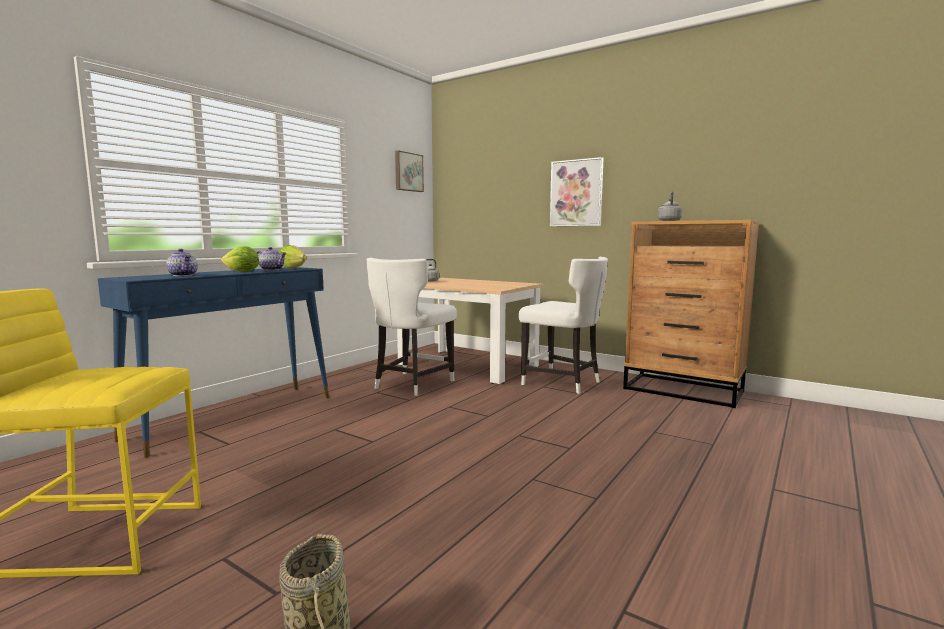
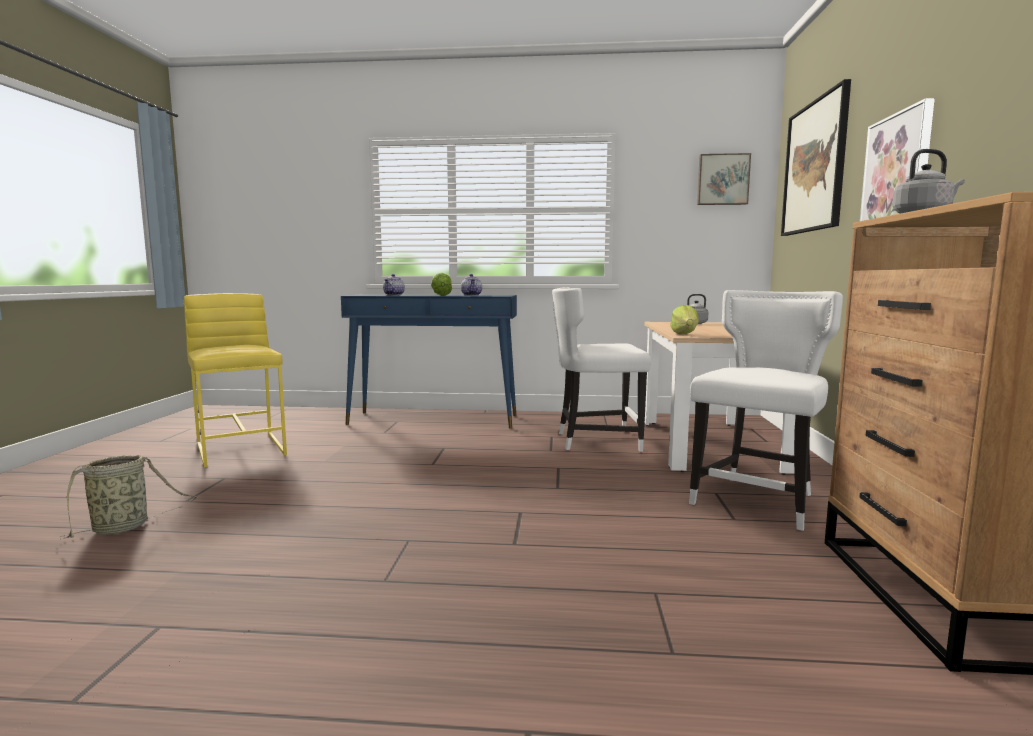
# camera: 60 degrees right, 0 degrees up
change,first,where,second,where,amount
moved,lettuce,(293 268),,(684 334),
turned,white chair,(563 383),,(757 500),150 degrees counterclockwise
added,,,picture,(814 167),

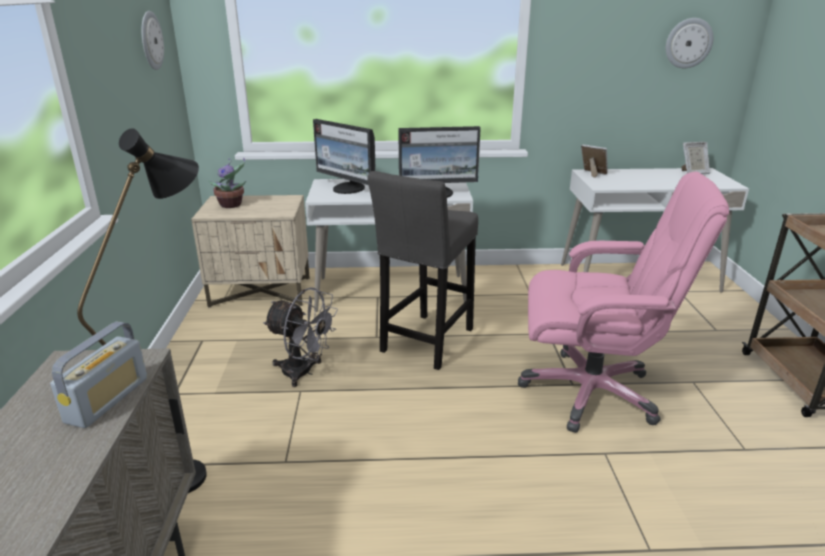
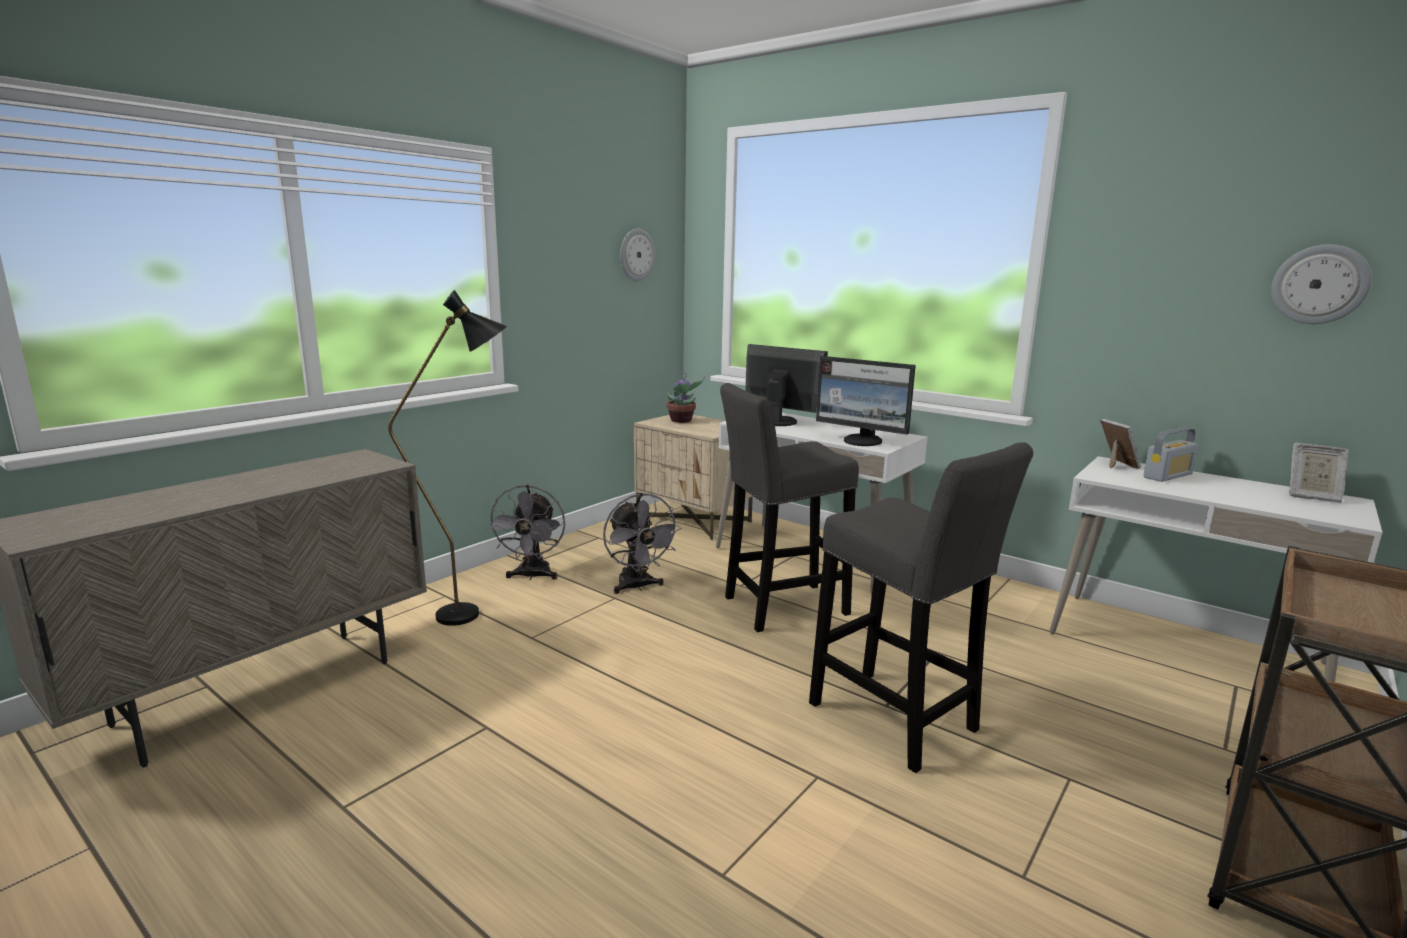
# camera: 40 degrees right, 10 degrees down
change,first,where,second,where,amount
turned,monitor,(348 189),,(779 422),135 degrees clockwise
replaced,pink office chair,(591 392),grey stool,(898 722),
moved,radio,(107 399),,(1167 476),
added,,,grey fan,(532 576),

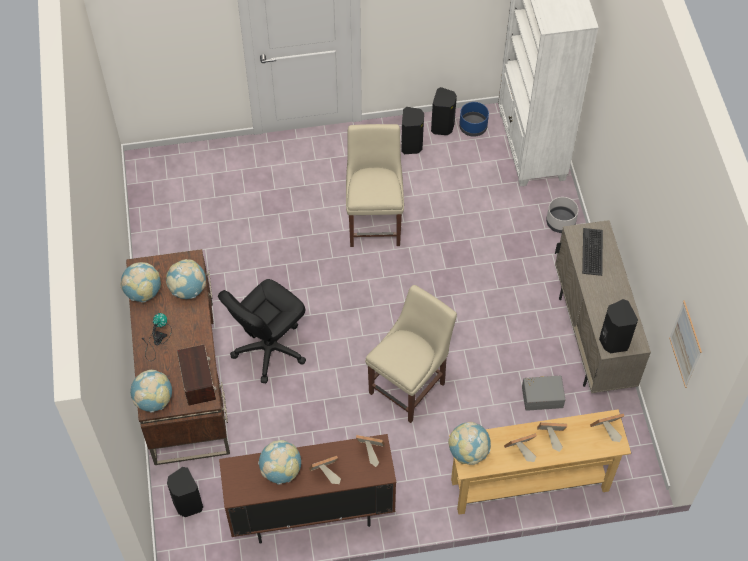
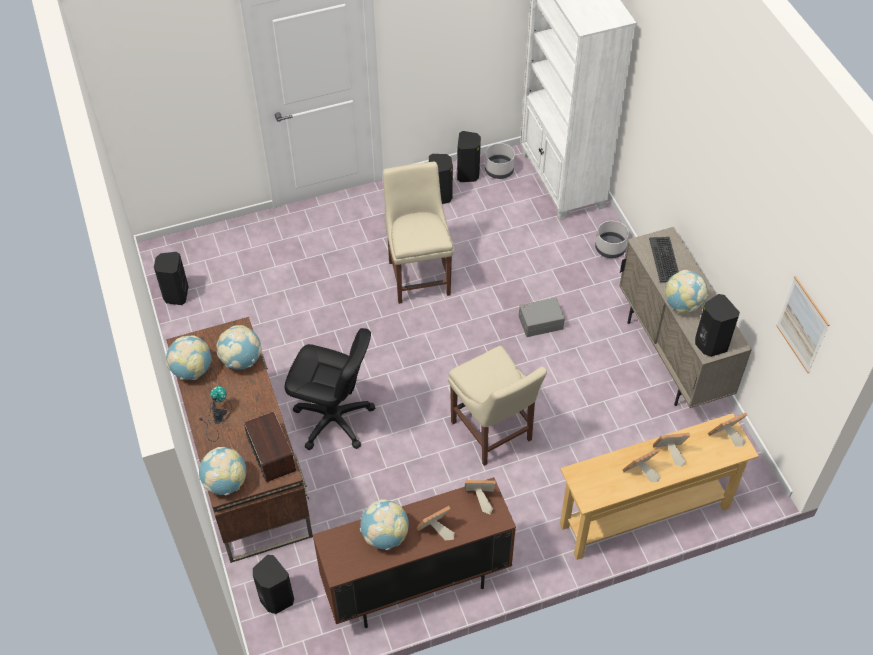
# camera: 10 degrees left, 5 degrees down
change,first,where,second,where,amount
recoloured,blue planter,(473 127),grey planter,(499 170),
turned,black office chair,(269 349),,(333 420),105 degrees counterclockwise
turned,beige chair,(410 386),,(493 434),120 degrees clockwise
moved,grey storage box,(542 396),,(540 321),
moved,globe,(468 452),,(682 305),
added,,,black speaker,(175 295),

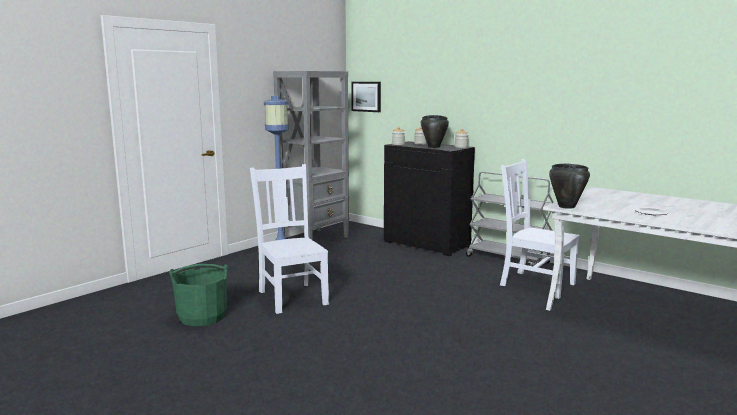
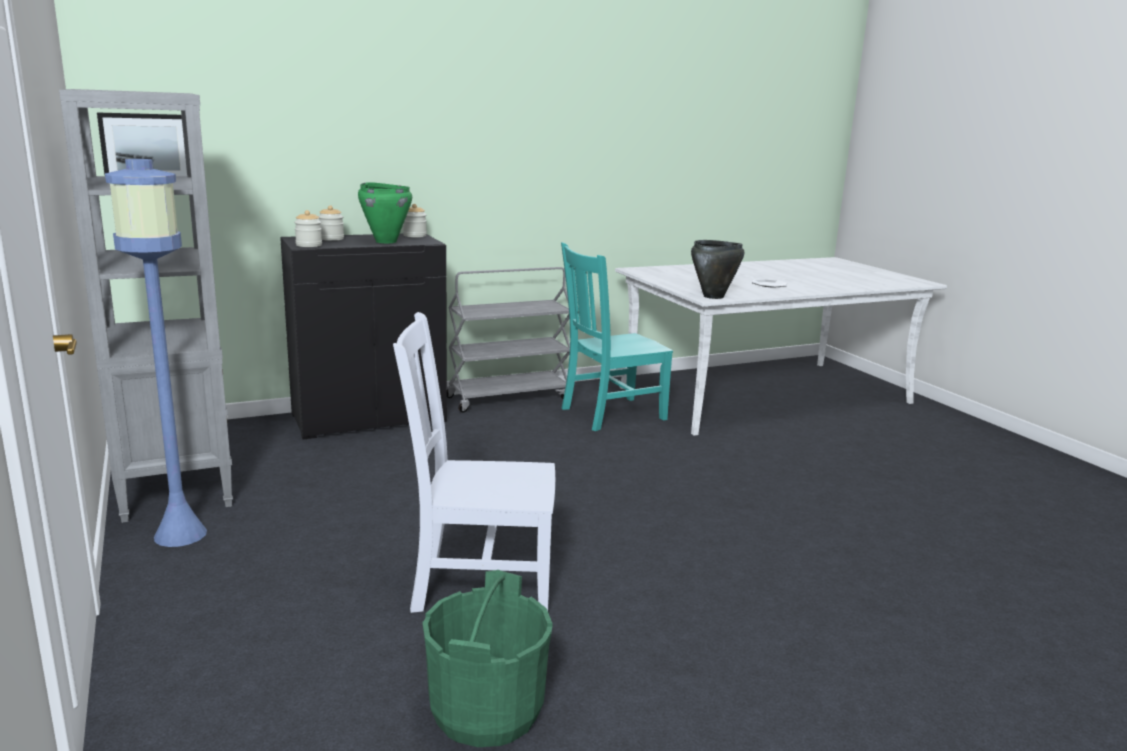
# camera: 65 degrees left, 5 degrees up
change,first,where,second,where,amount
recoloured,black cooking pot,(434 147),green cooking pot,(386 241),
recoloured,white chair,(534 284),turquoise chair,(610 414),

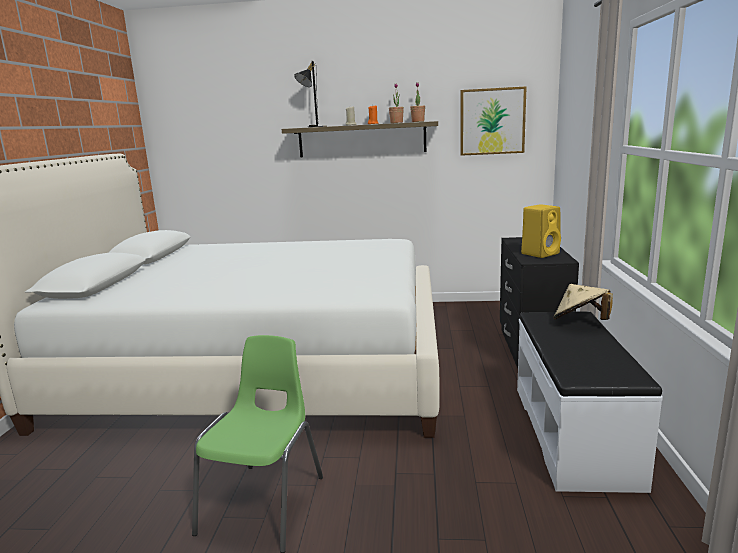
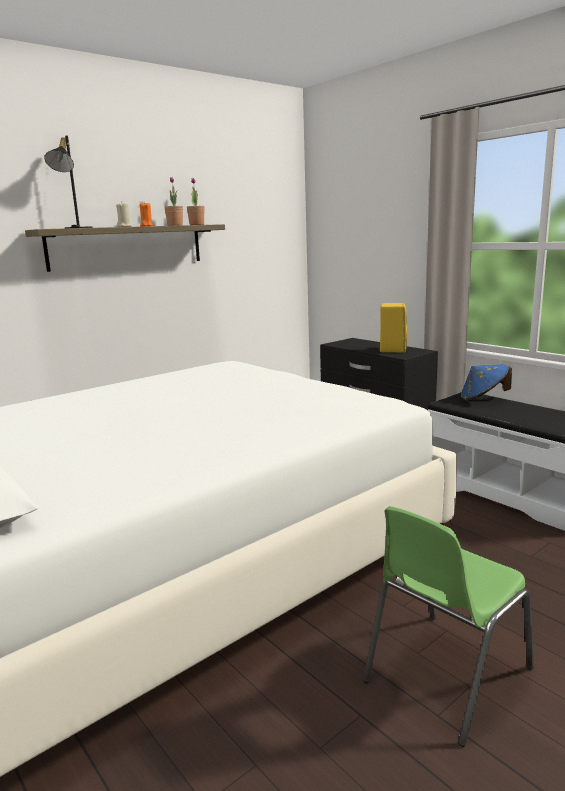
# camera: 45 degrees left, 0 degrees up
change,first,where,second,where,amount
removed,picture,(492 121),,,
recoloured,beige hat,(580 322),blue hat,(483 398),
turned,green chair,(265 503),,(444 674),105 degrees counterclockwise

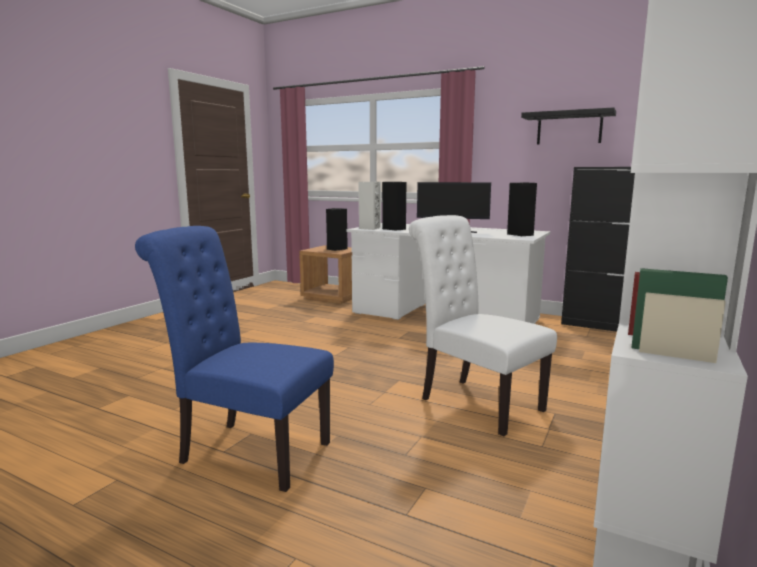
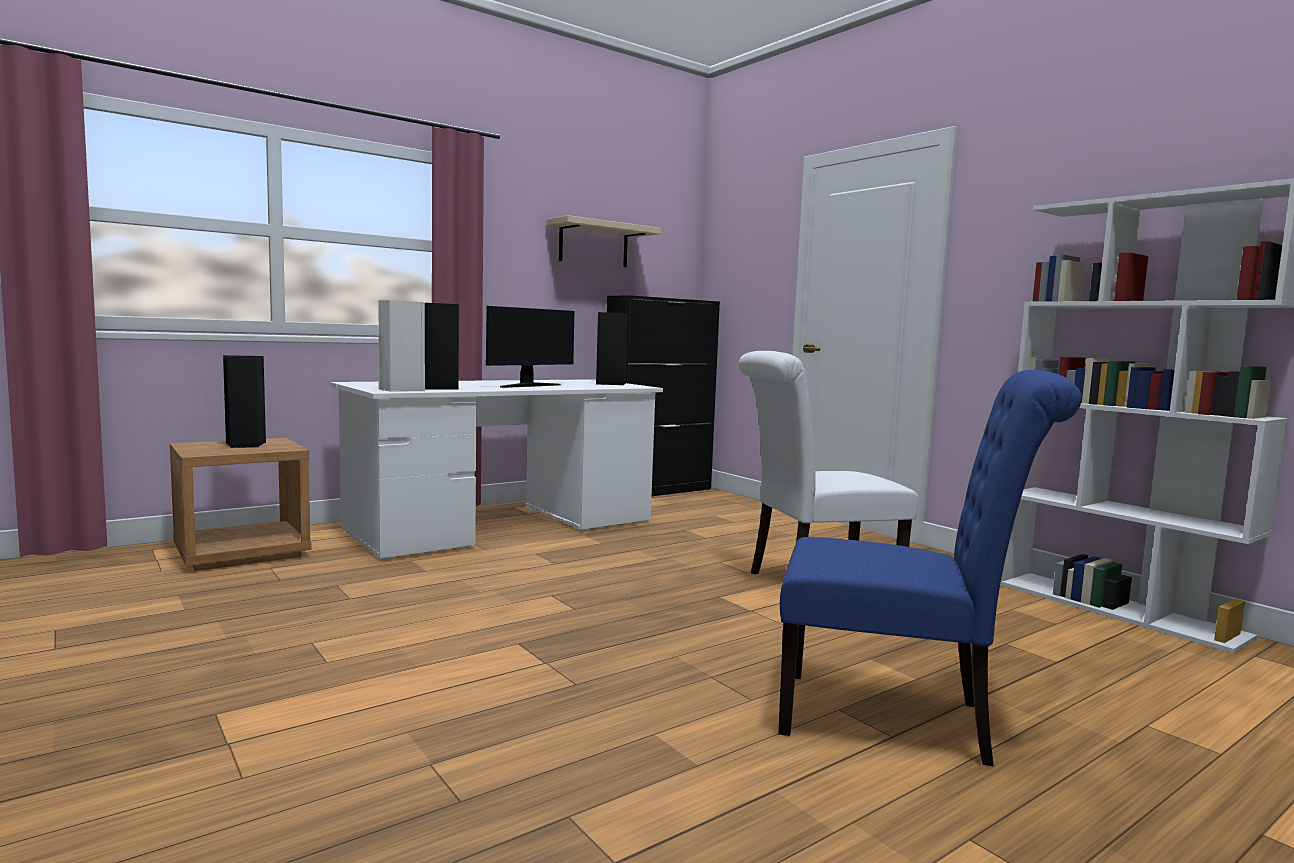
# camera: 65 degrees left, 5 degrees down
change,first,where,second,where,amount
recoloured,black shelf,(569 128),beige shelf,(593 244),
turned,blue chair,(247 451),,(897 719),120 degrees counterclockwise

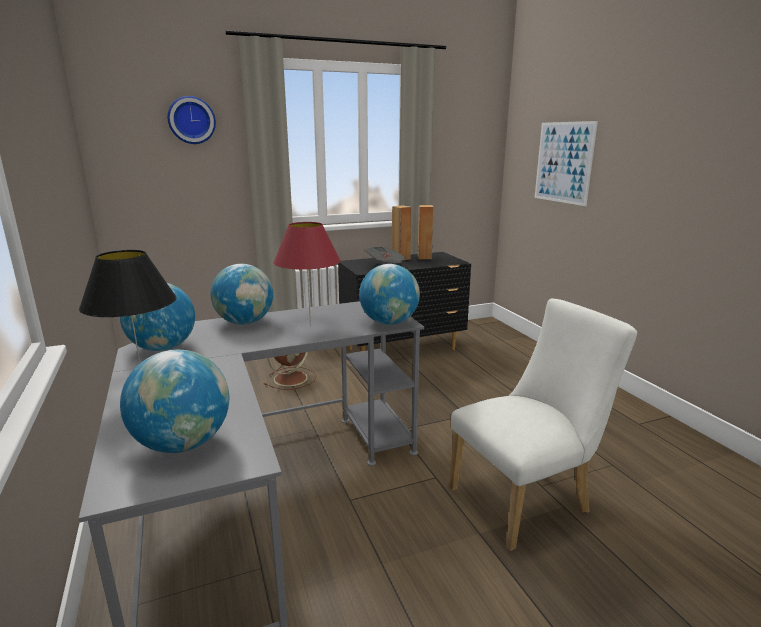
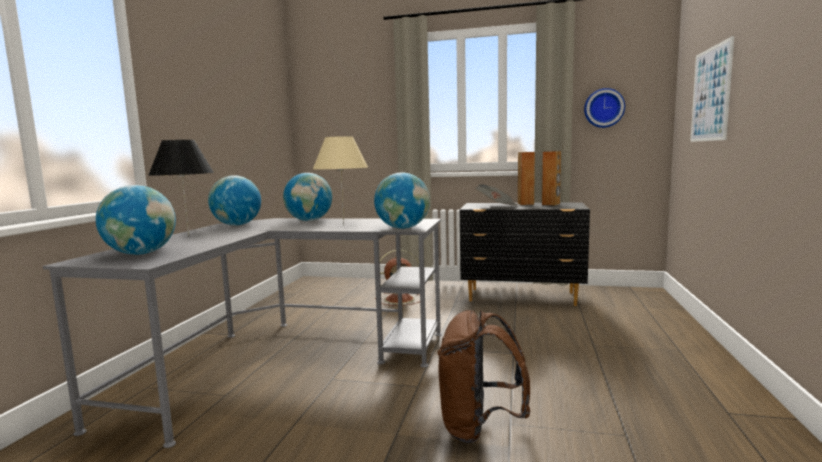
# camera: 35 degrees right, 10 degrees down
change,first,where,second,where,amount
moved,wall clock,(191 120),,(603 108),
recoloured,red table lamp,(310 326),beige table lamp,(344 225),
replaced,white chair,(527 498),brown backpack,(479 427),

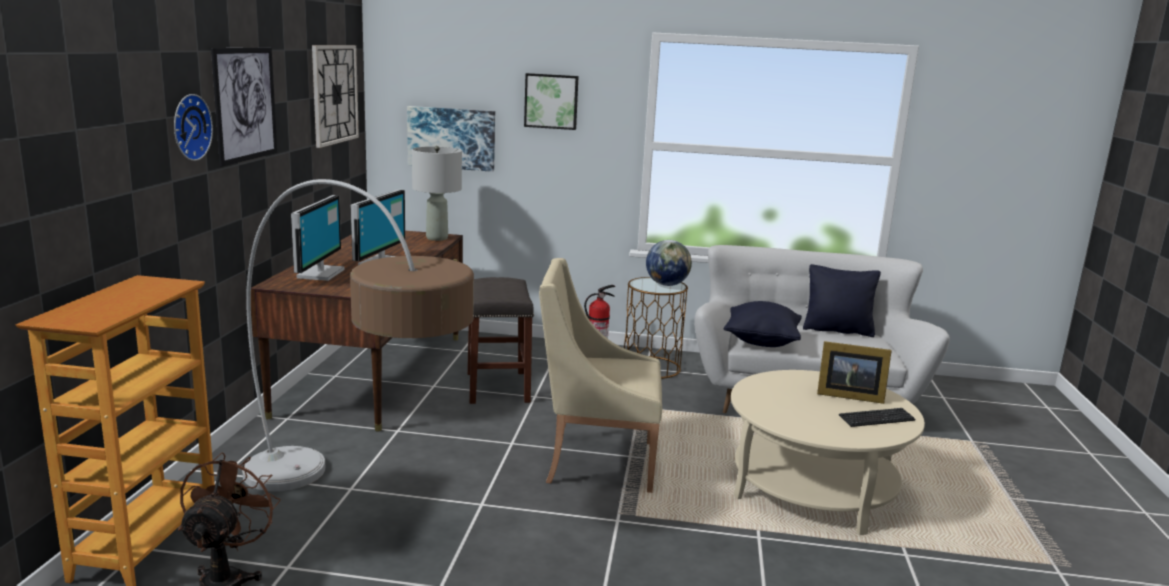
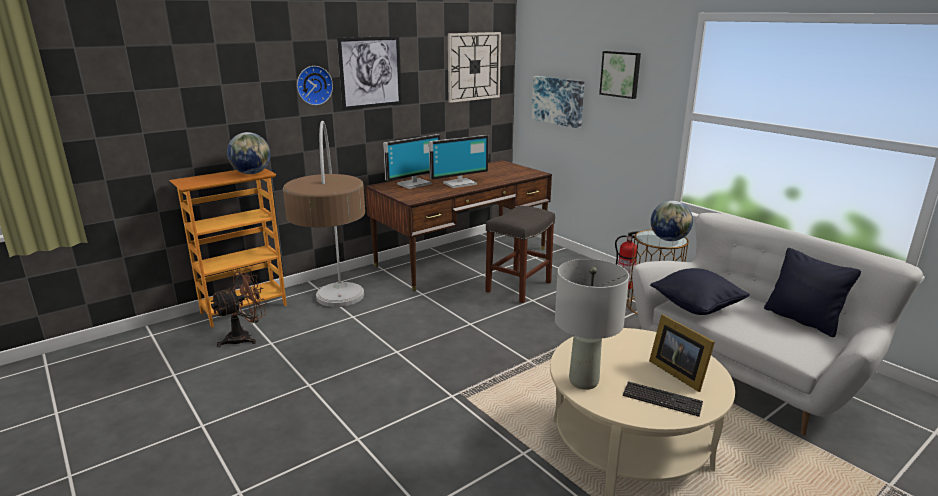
# camera: 45 degrees right, 5 degrees up
change,first,where,second,where,amount
moved,grey table lamp,(437 238),,(584 381),
removed,beige armchair,(596 462),,,
added,,,globe,(252 173),

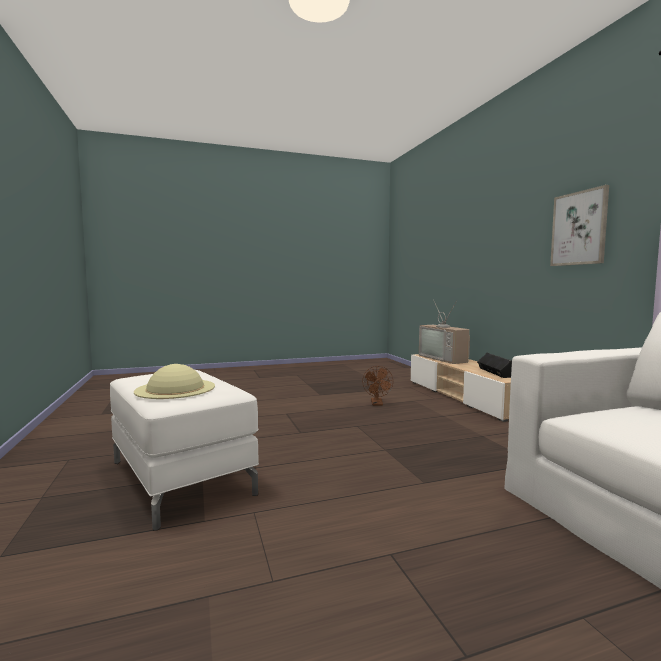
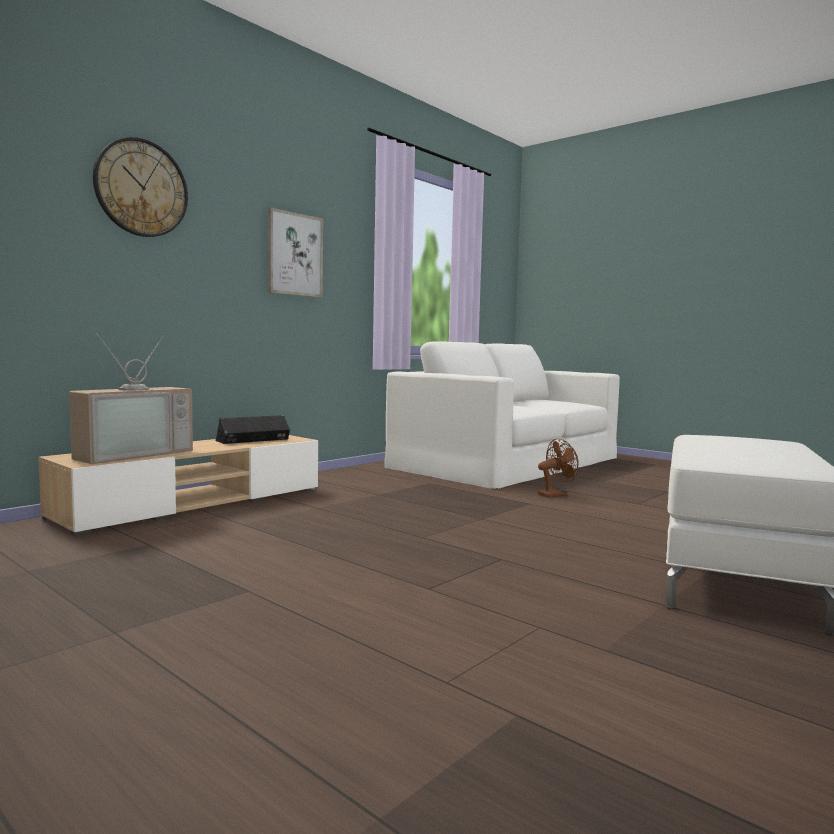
# camera: 120 degrees left, 0 degrees up
change,first,where,second,where,amount
removed,beige hat,(175 388),,,
moved,brown fan,(377 404),,(556 495),
added,,,wall clock,(141 188),

